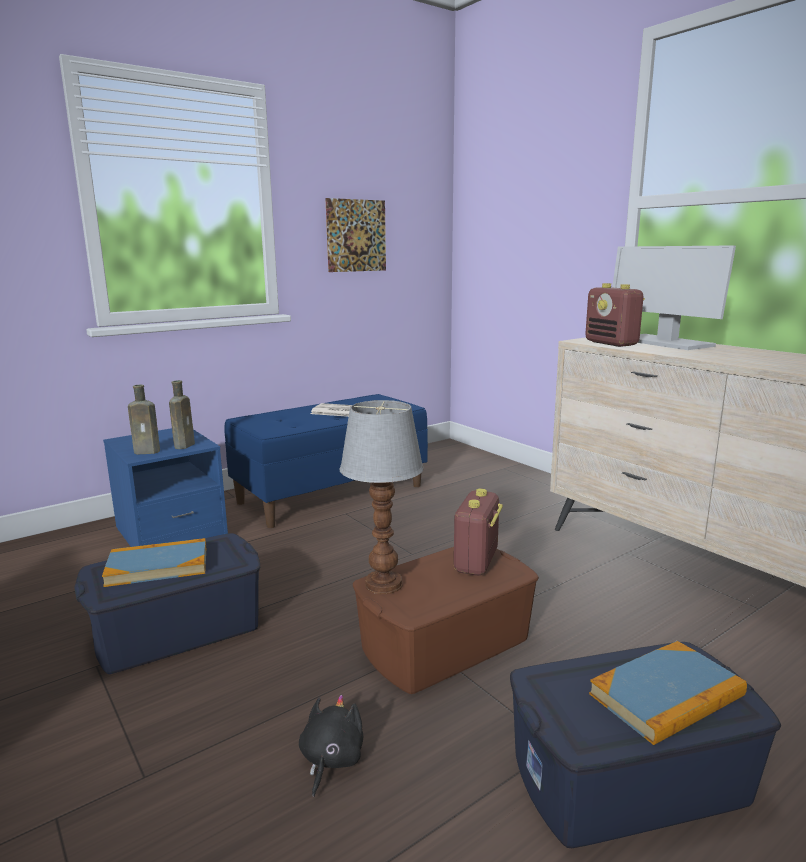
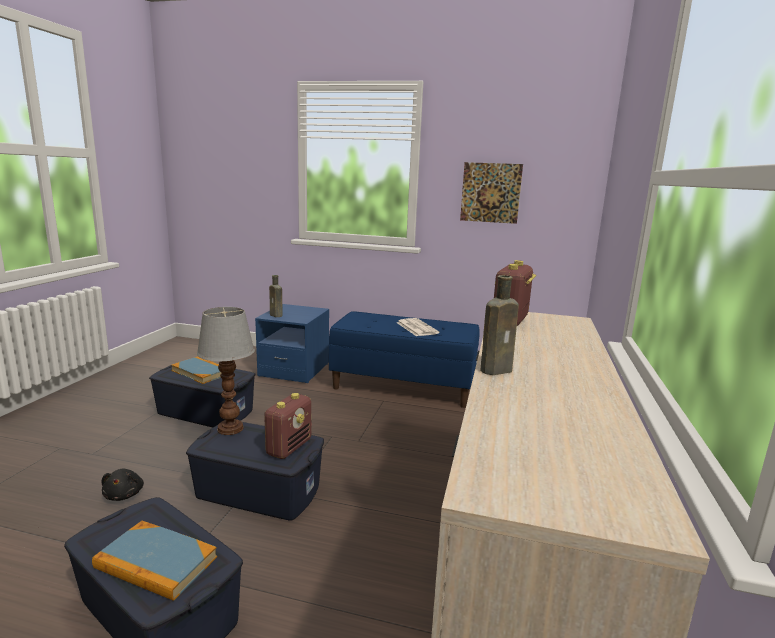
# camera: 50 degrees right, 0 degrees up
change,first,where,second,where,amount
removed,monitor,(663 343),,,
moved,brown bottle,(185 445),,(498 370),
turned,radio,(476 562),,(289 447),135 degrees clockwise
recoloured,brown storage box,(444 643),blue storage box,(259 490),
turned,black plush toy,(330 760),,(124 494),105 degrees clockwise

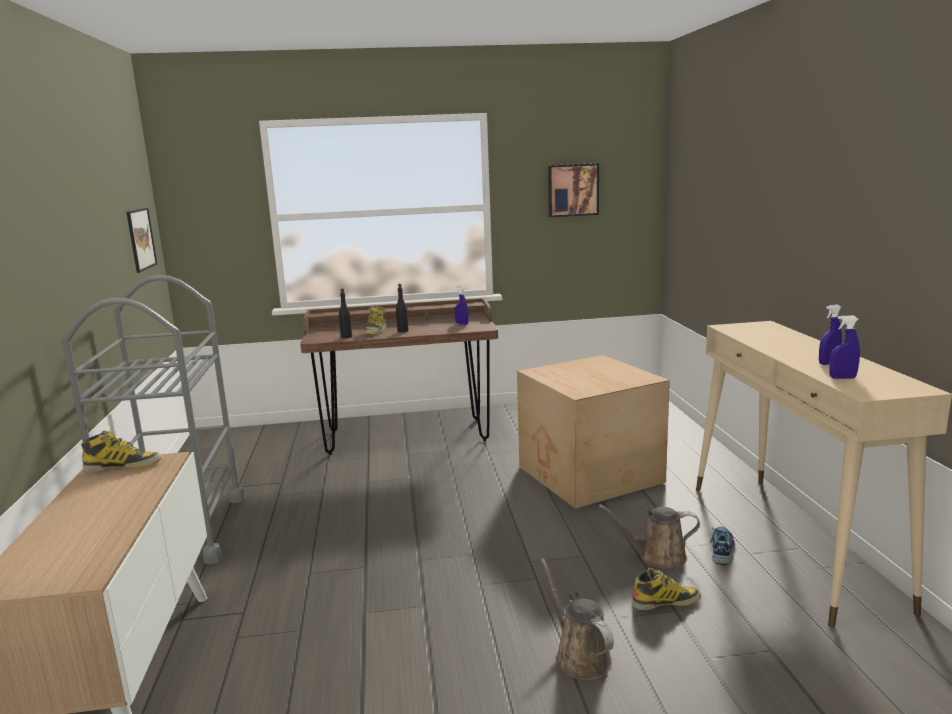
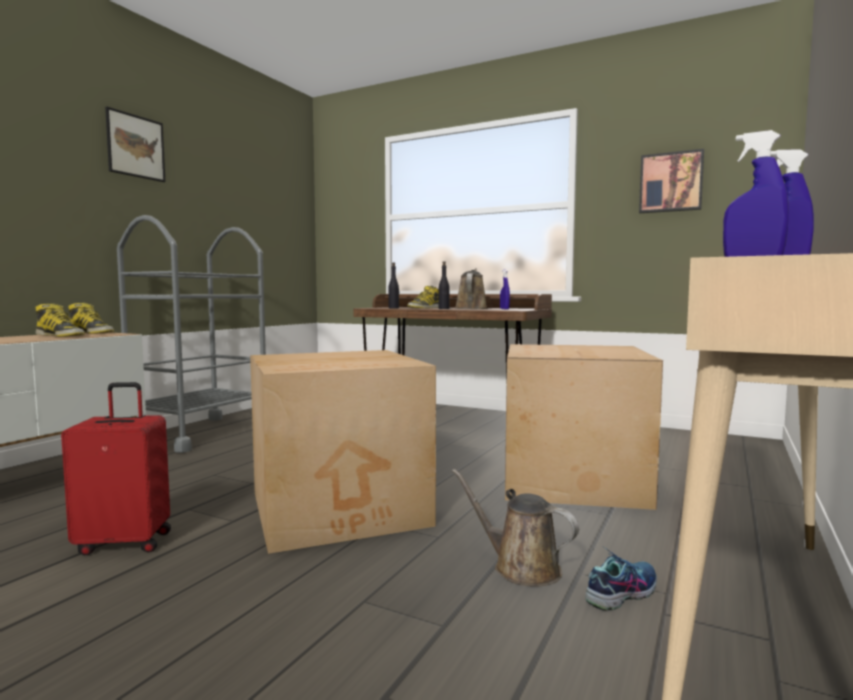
# camera: 35 degrees right, 10 degrees down
change,first,where,second,where,amount
moved,picture,(141 239),,(135 146),
moved,brown watering can,(579 656),,(471 309),
moved,boot,(666 601),,(60 336),
added,,,cardboard box,(341 509),
added,,,red suitcase,(125 542),

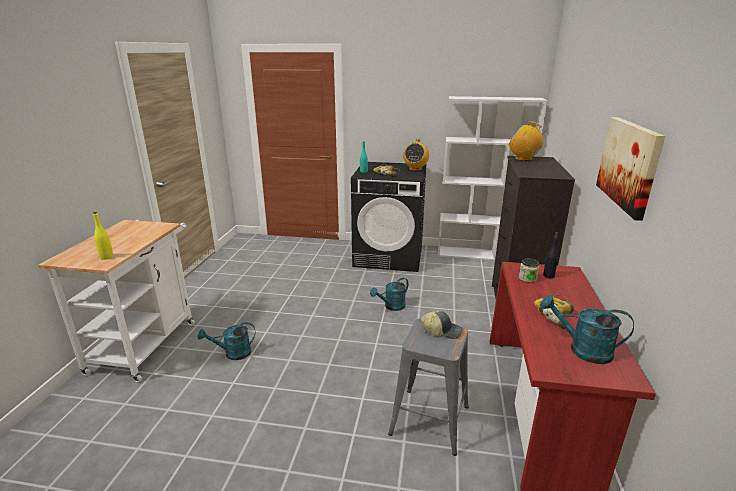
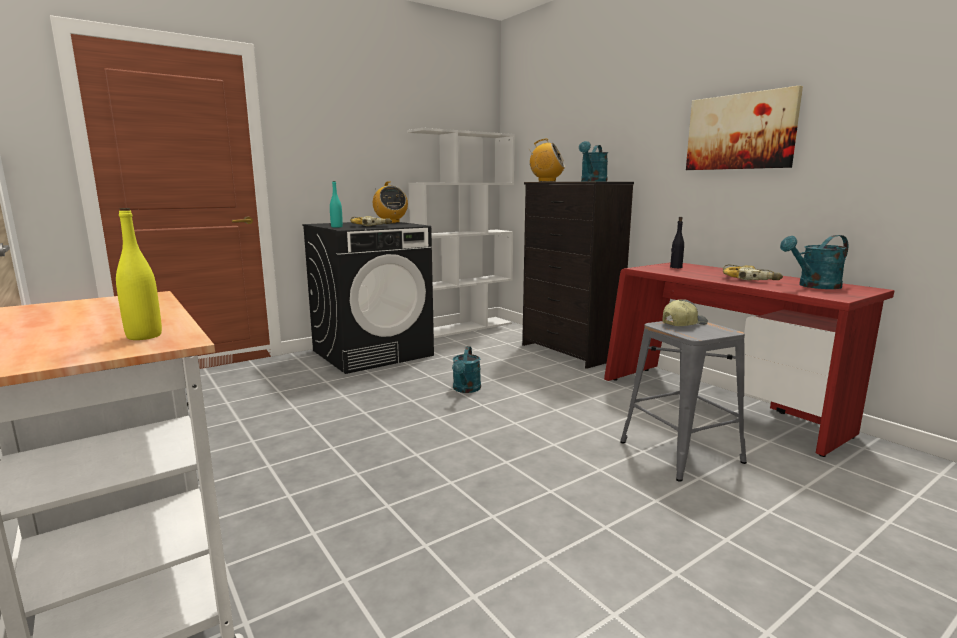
# camera: 45 degrees left, 10 degrees down
change,first,where,second,where,amount
turned,radio,(523 159),,(546 181),150 degrees counterclockwise
removed,jar,(527 278),,,
moved,turquoise watering can,(233 353),,(592 181),

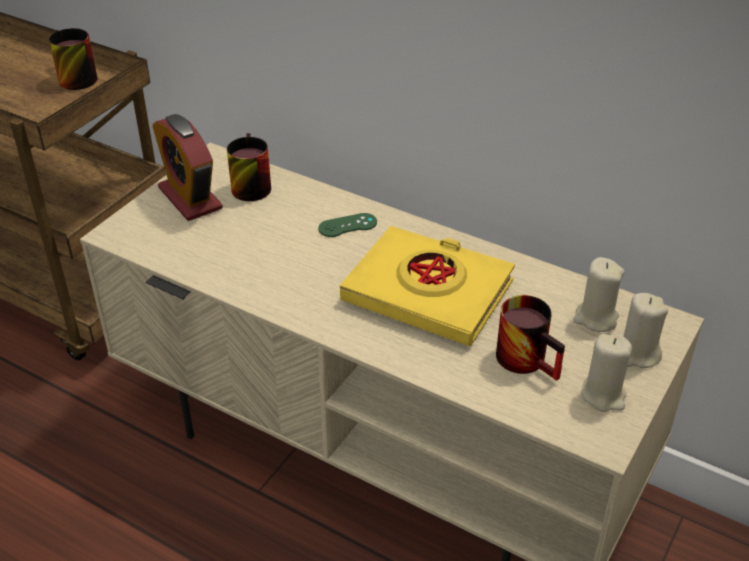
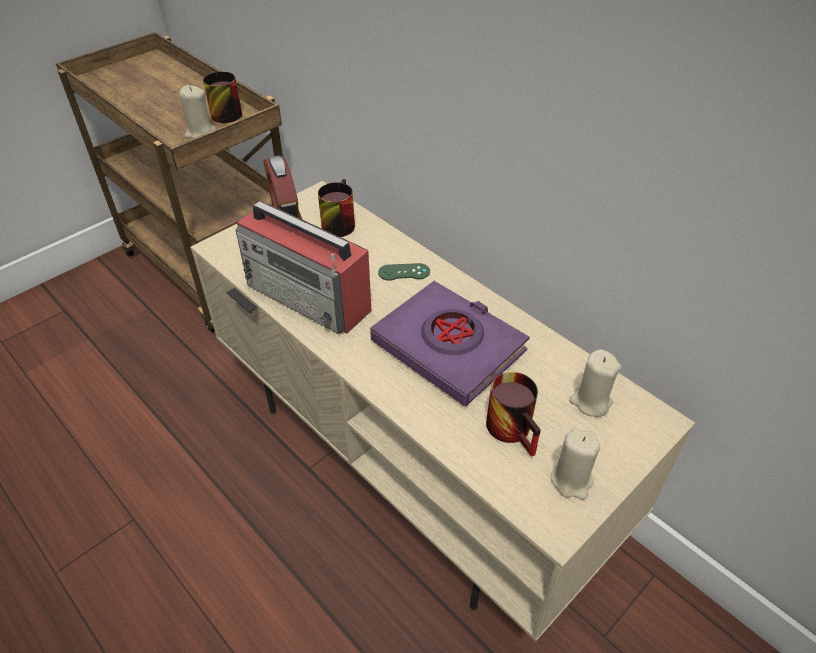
# camera: 15 degrees right, 5 degrees up
change,first,where,second,where,amount
recoloured,yellow book,(428 292),purple book,(449 347),
moved,beige candle,(636 354),,(200 133),
added,,,radio,(310 297),

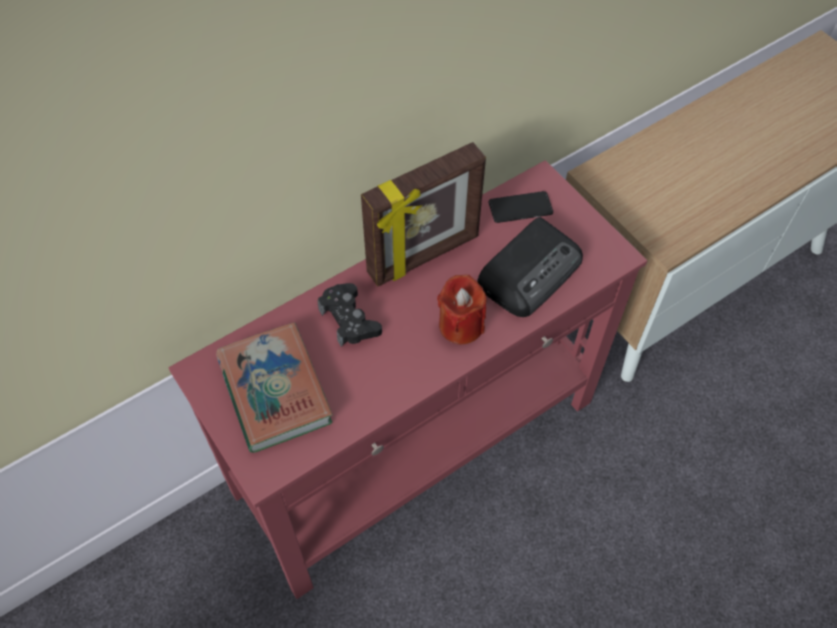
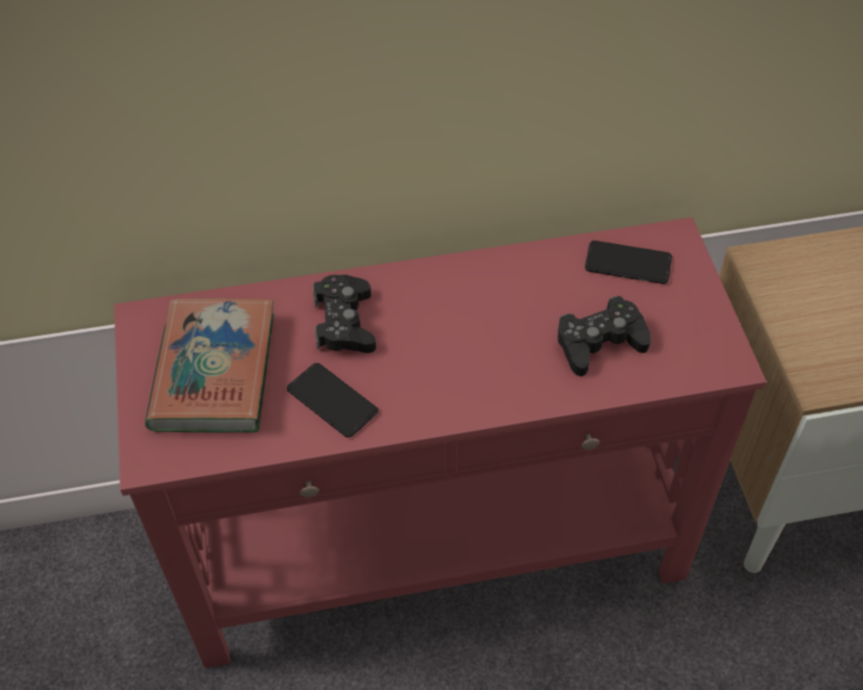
# camera: 25 degrees right, 5 degrees down
change,first,where,second,where,amount
removed,picture frame,(424 256),,,
replaced,radio,(530 271),black game controller,(600 342),
removed,red candle,(460 325),,,
added,,,phone,(332 401),

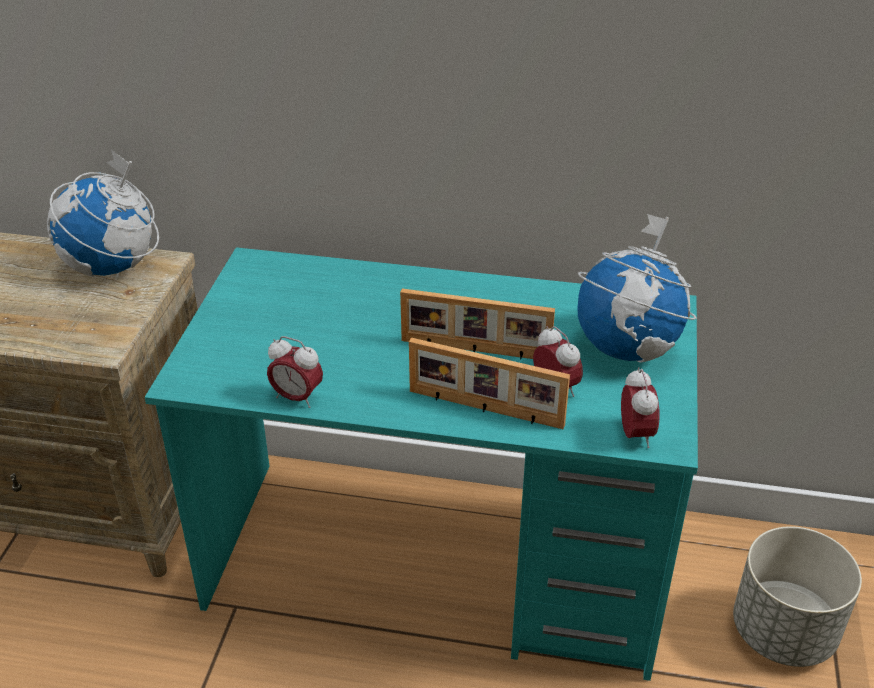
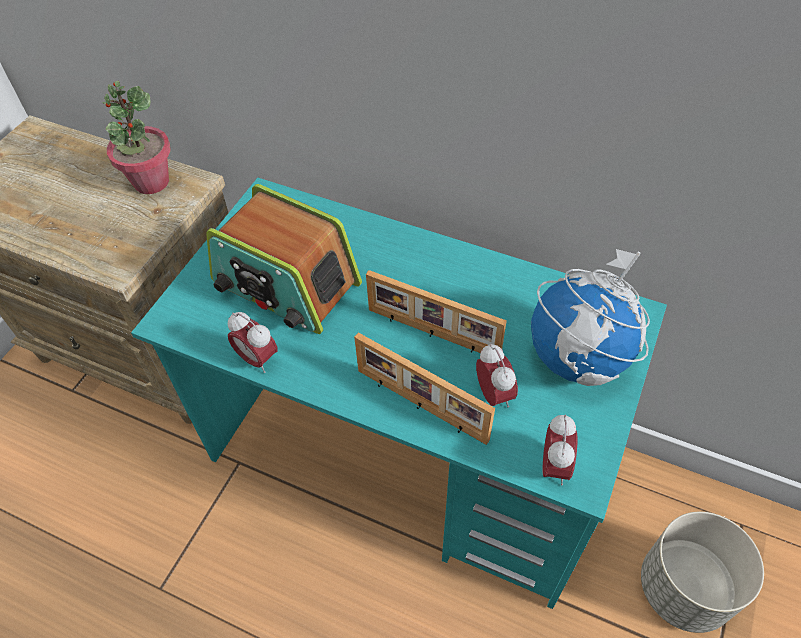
# camera: 15 degrees right, 15 degrees up
change,first,where,second,where,amount
replaced,globe,(112 267),potted plant,(151 182),
added,,,radio,(286 284),

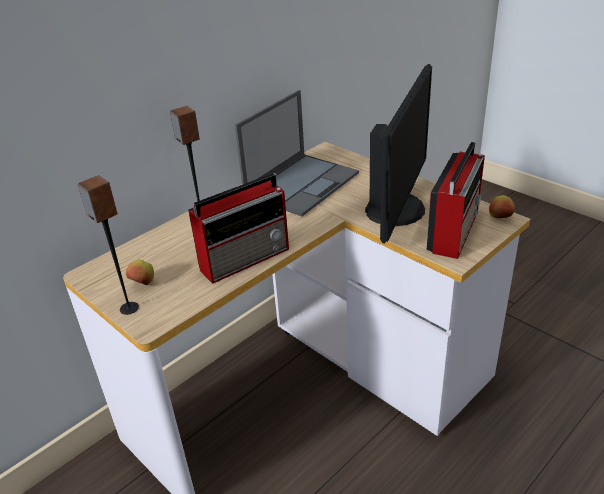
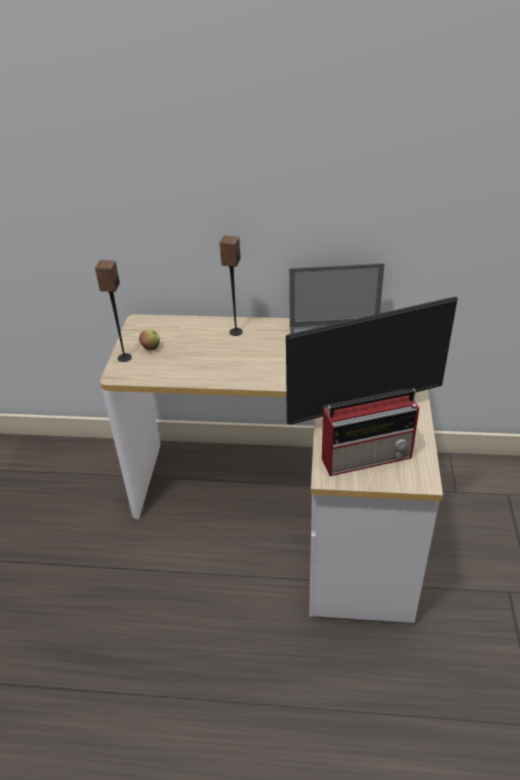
# camera: 50 degrees right, 5 degrees up
change,first,where,second,where,amount
removed,radio,(246 258),,,
removed,apple,(500 218),,,

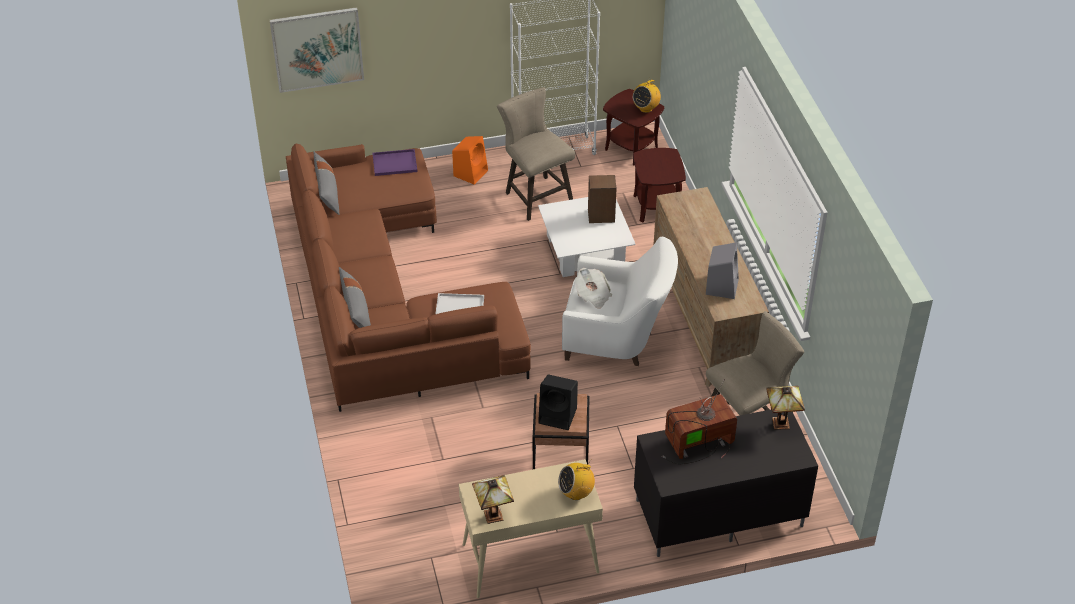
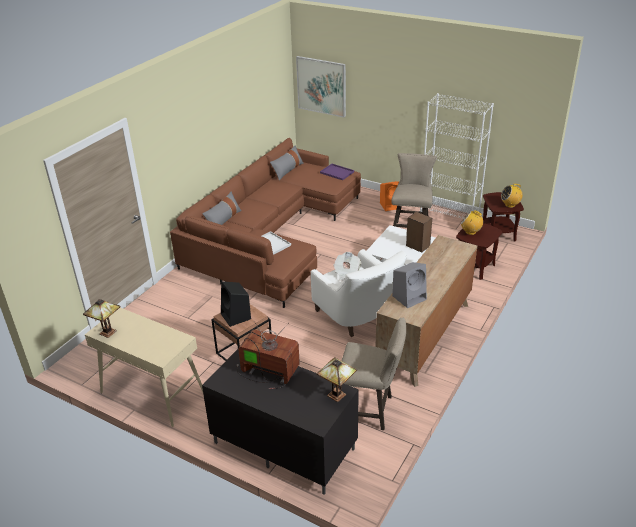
# camera: 45 degrees right, 10 degrees down
change,first,where,second,where,amount
moved,radio,(576 493),,(470 232),

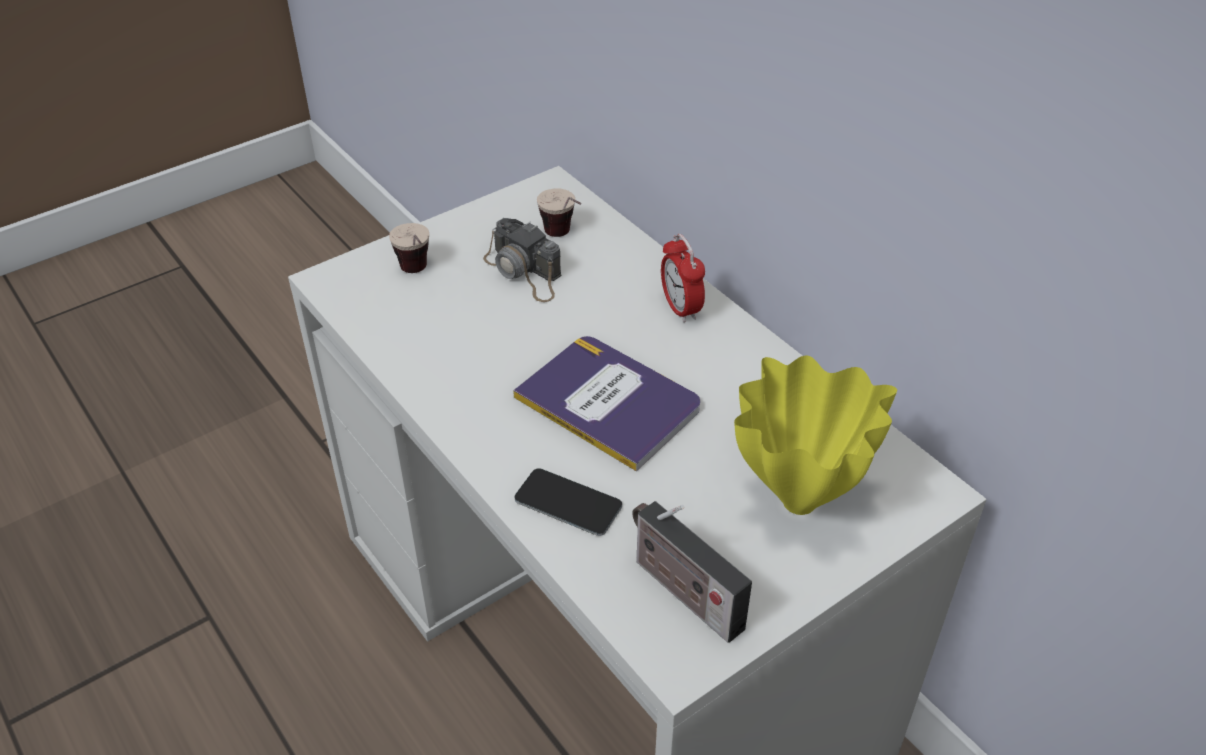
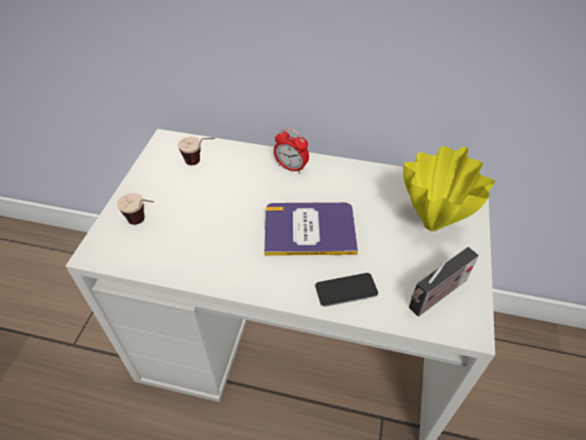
# camera: 40 degrees left, 5 degrees up
change,first,where,second,where,amount
removed,photo camera,(524 272),,,
turned,radio,(682 591),,(436 296),45 degrees counterclockwise

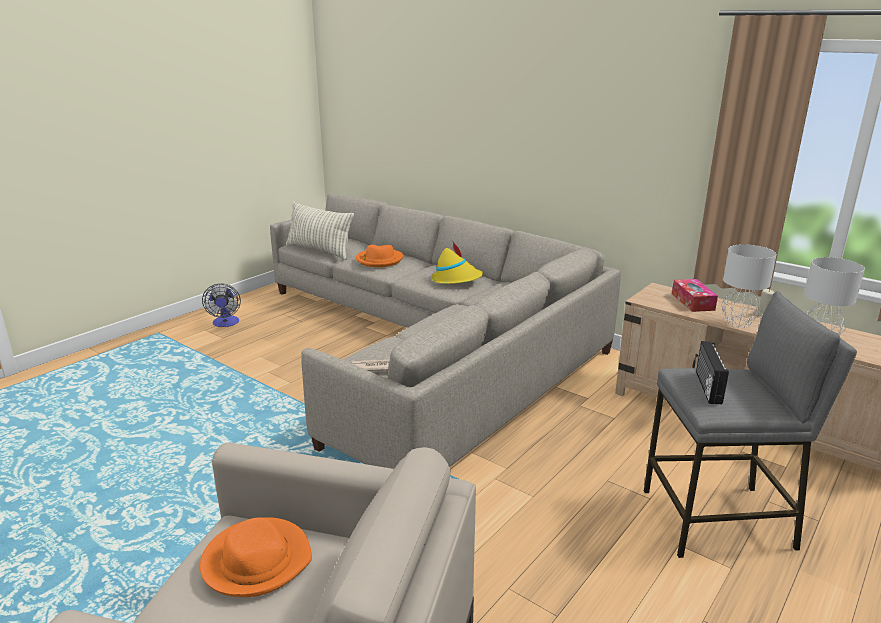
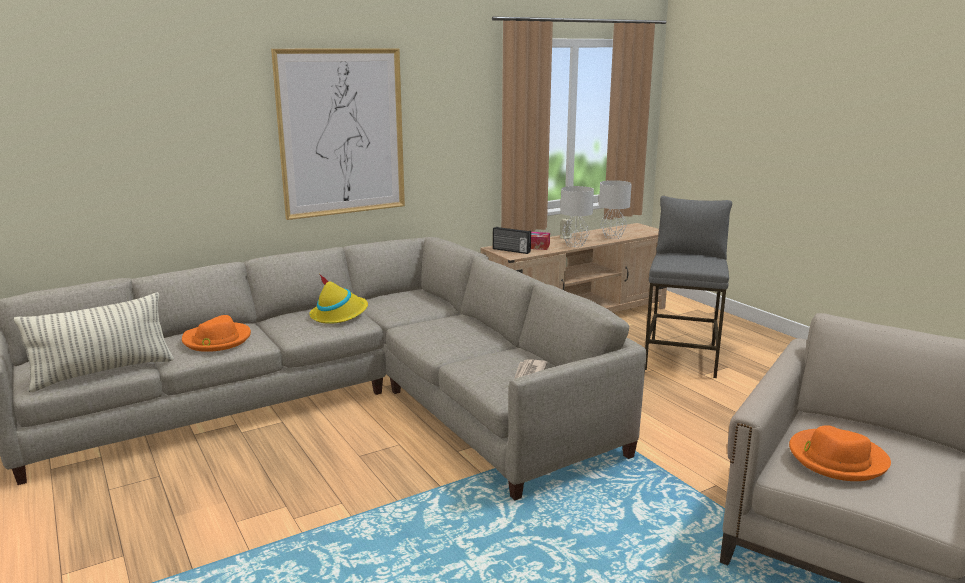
# camera: 70 degrees left, 5 degrees down
change,first,where,second,where,amount
removed,fan,(225 323),,,
moved,radio,(707 387),,(511 250),
added,,,picture,(342 133),

